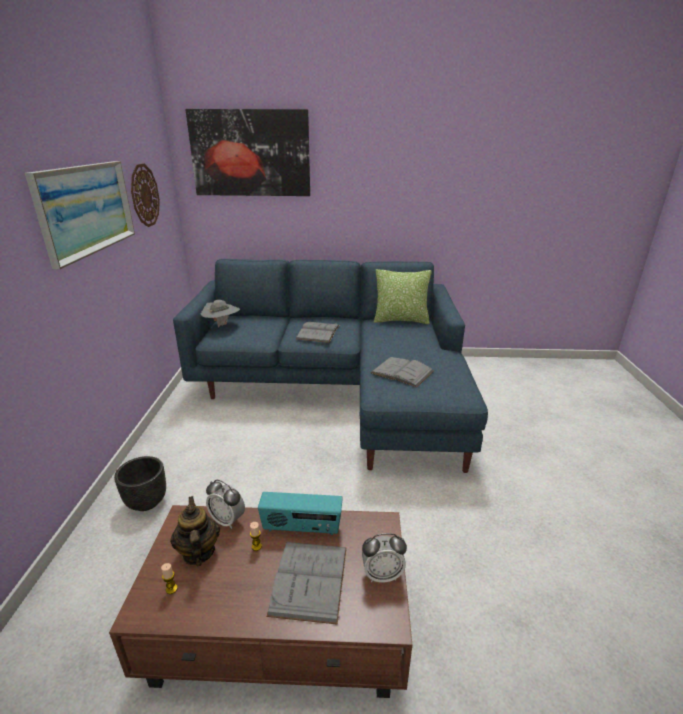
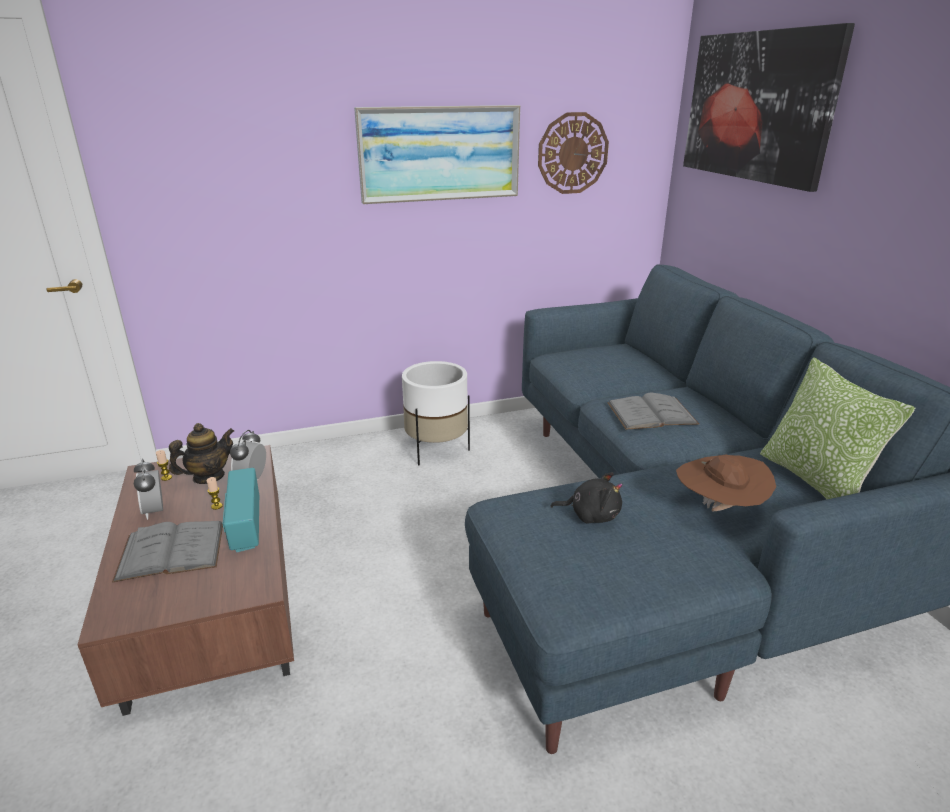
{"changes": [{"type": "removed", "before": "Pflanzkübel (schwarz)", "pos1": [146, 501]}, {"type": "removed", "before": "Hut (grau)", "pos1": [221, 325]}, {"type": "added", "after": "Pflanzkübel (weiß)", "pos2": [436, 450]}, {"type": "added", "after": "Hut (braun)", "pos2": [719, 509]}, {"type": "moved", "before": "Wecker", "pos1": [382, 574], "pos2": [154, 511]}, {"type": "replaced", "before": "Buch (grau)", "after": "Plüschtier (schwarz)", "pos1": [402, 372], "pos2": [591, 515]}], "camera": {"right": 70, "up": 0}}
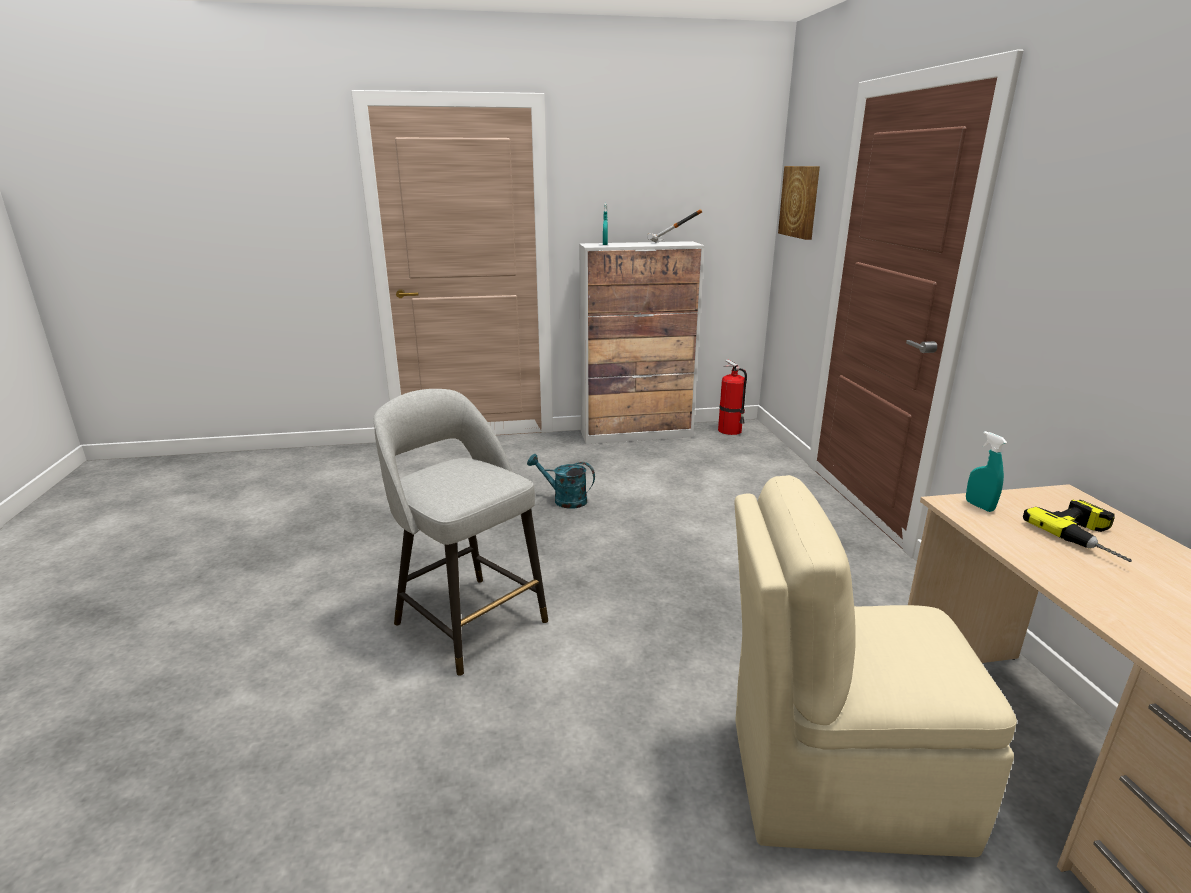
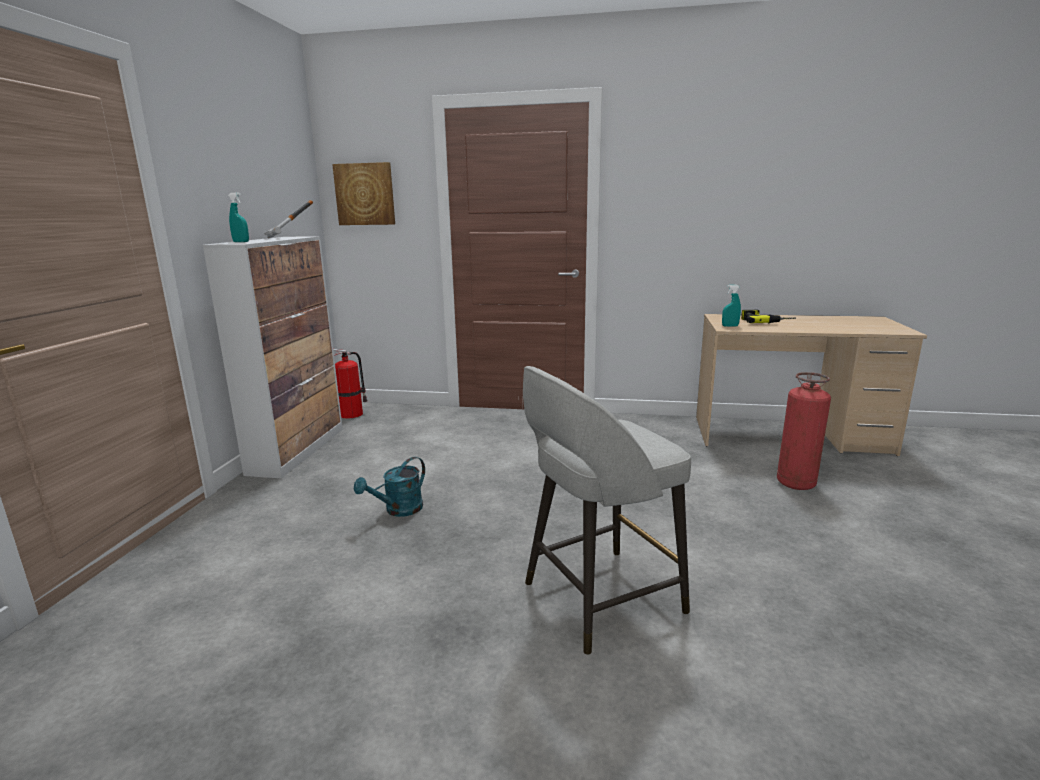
{"changes": [{"type": "replaced", "before": "Stuhl (beige)", "after": "Feuerlöscher", "pos1": [836, 780], "pos2": [796, 483]}], "camera": {"right": -70, "up": -5}}
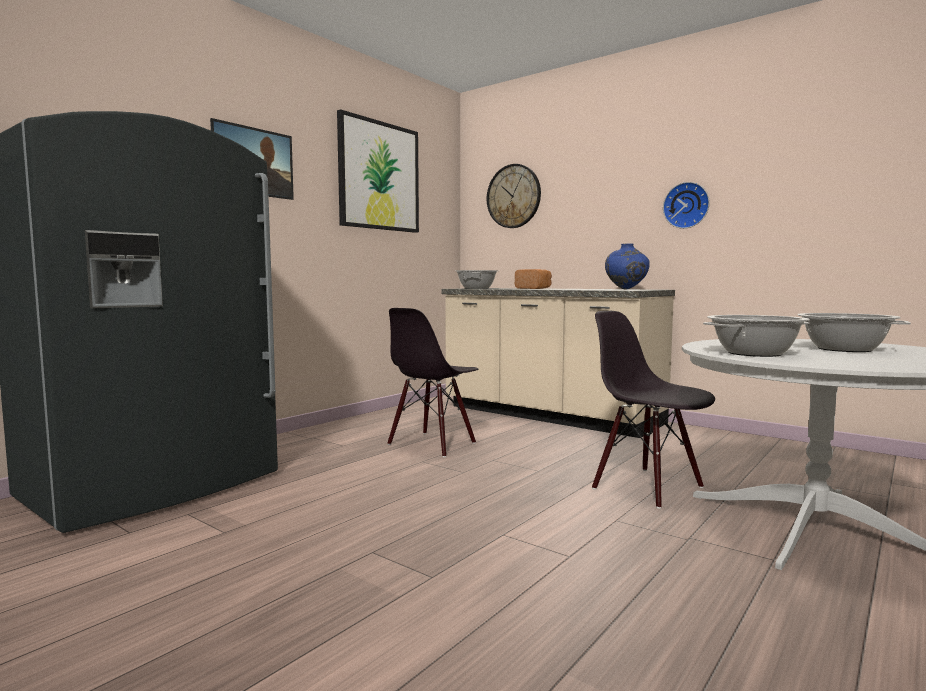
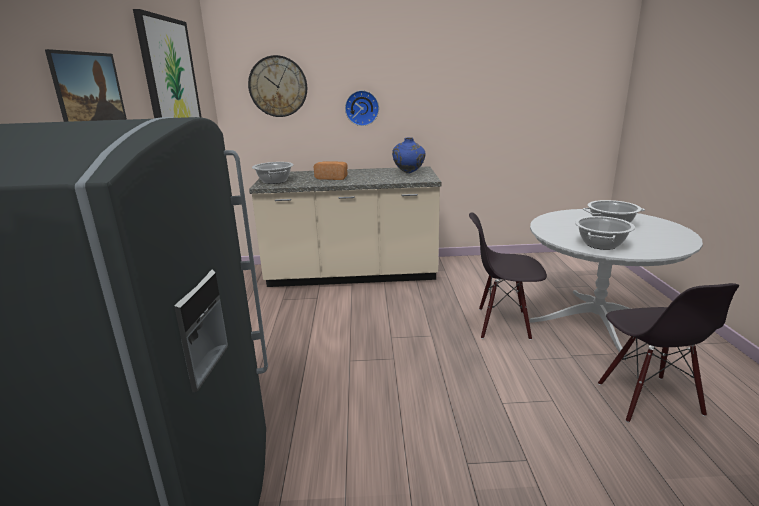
{"changes": [{"type": "moved", "before": "Stuhl (schwarz)", "pos1": [432, 444], "pos2": [647, 399]}, {"type": "moved", "before": "Wanduhr", "pos1": [686, 205], "pos2": [362, 108]}], "camera": {"right": -40, "up": 15}}
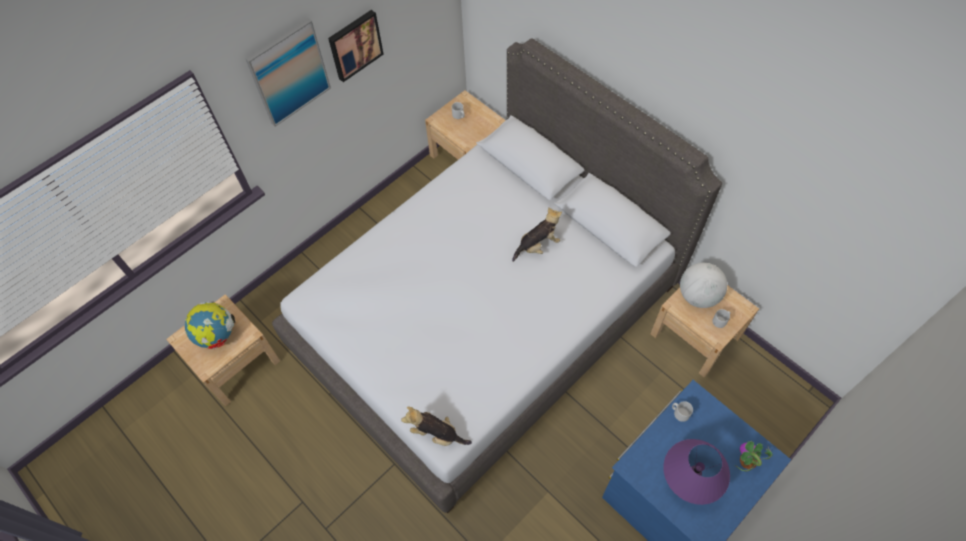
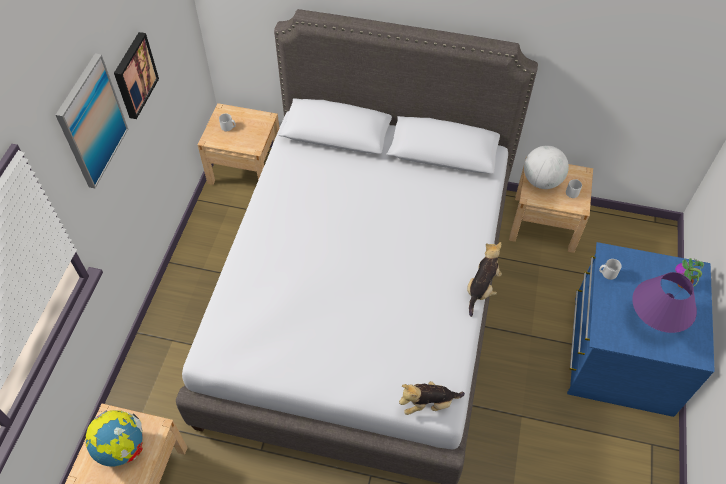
{"changes": [{"type": "moved", "before": "Plüschtier", "pos1": [538, 245], "pos2": [481, 288]}], "camera": {"right": -35, "up": -5}}
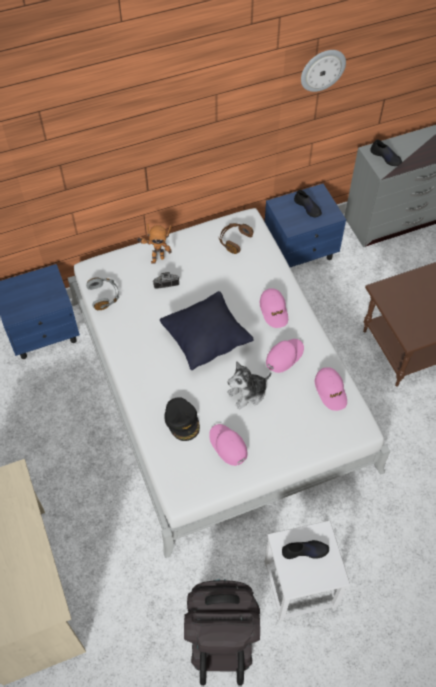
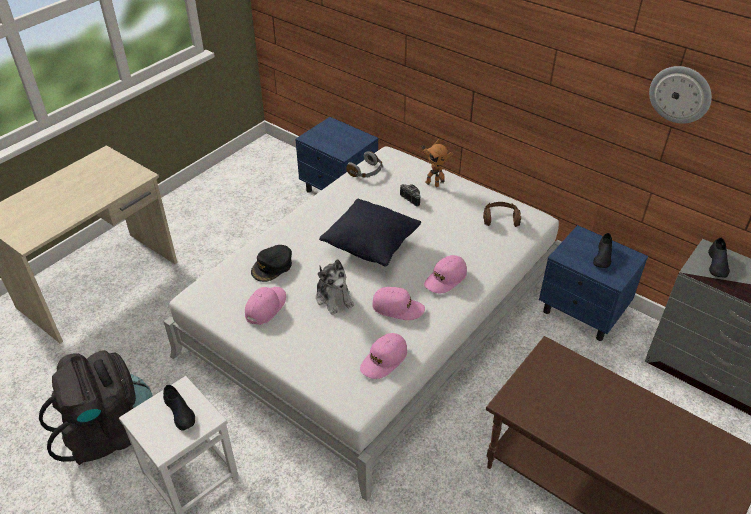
{"changes": [{"type": "turned", "before": "Plüschtier", "pos1": [248, 393], "pos2": [334, 298], "turn": -150}], "camera": {"right": 60, "up": -15}}
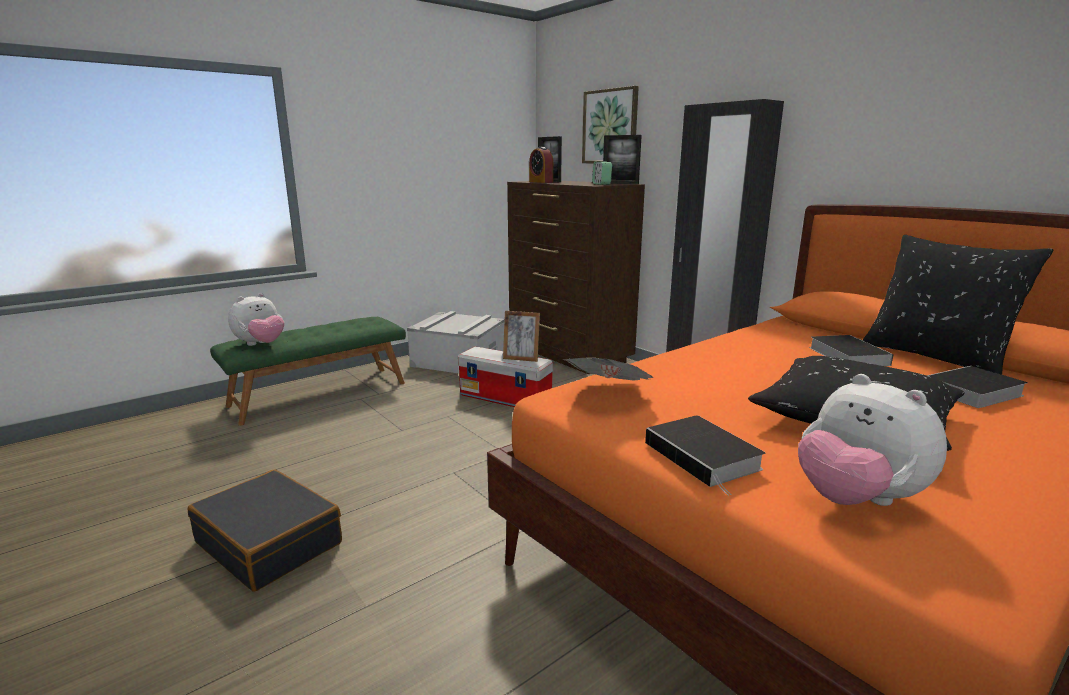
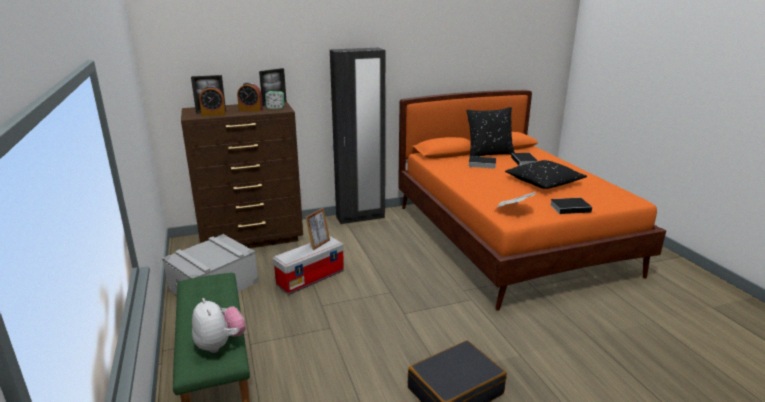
{"changes": [{"type": "removed", "before": "Bild", "pos1": [610, 127]}, {"type": "removed", "before": "Plüschtier", "pos1": [856, 499]}, {"type": "added", "after": "Wecker", "pos2": [251, 110]}], "camera": {"right": -70, "up": 5}}
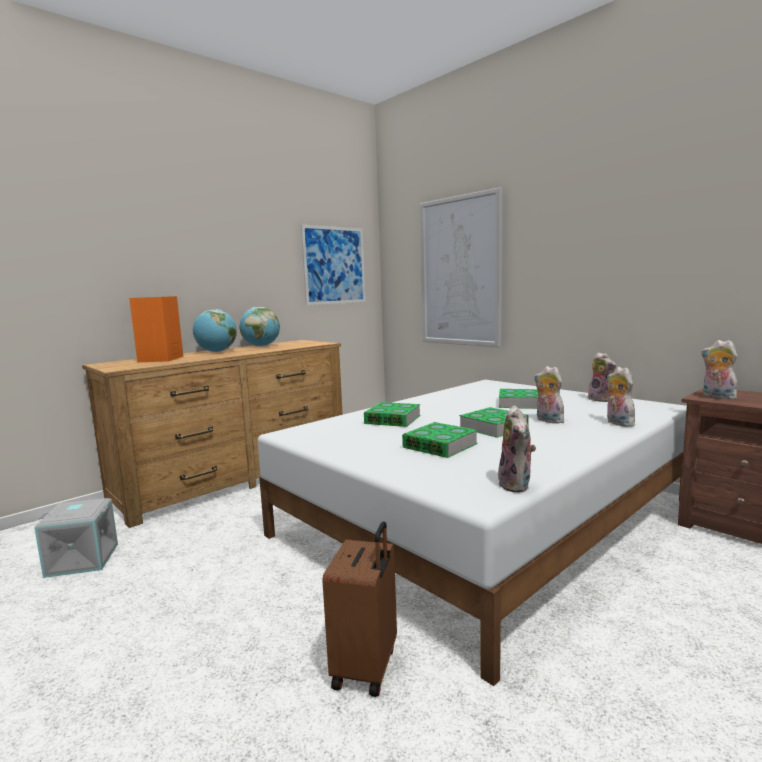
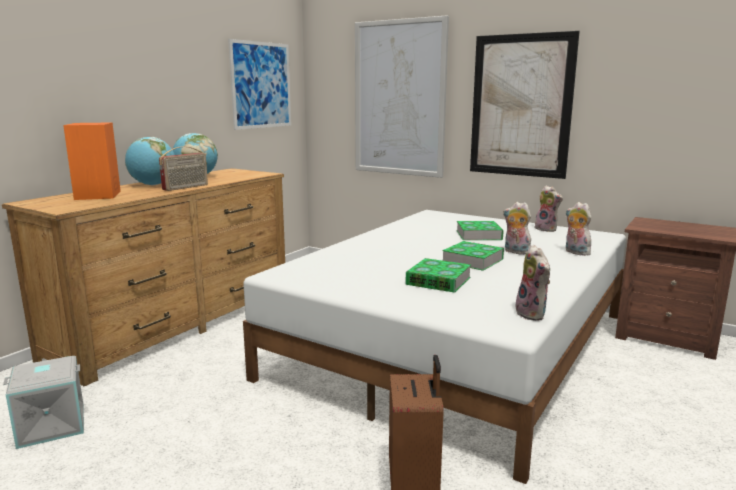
{"changes": [{"type": "removed", "before": "Buch", "pos1": [393, 419]}, {"type": "removed", "before": "Plüschtier", "pos1": [716, 397]}, {"type": "added", "after": "Radio", "pos2": [186, 187]}, {"type": "added", "after": "Bild", "pos2": [520, 106]}], "camera": {"right": -15, "up": 5}}
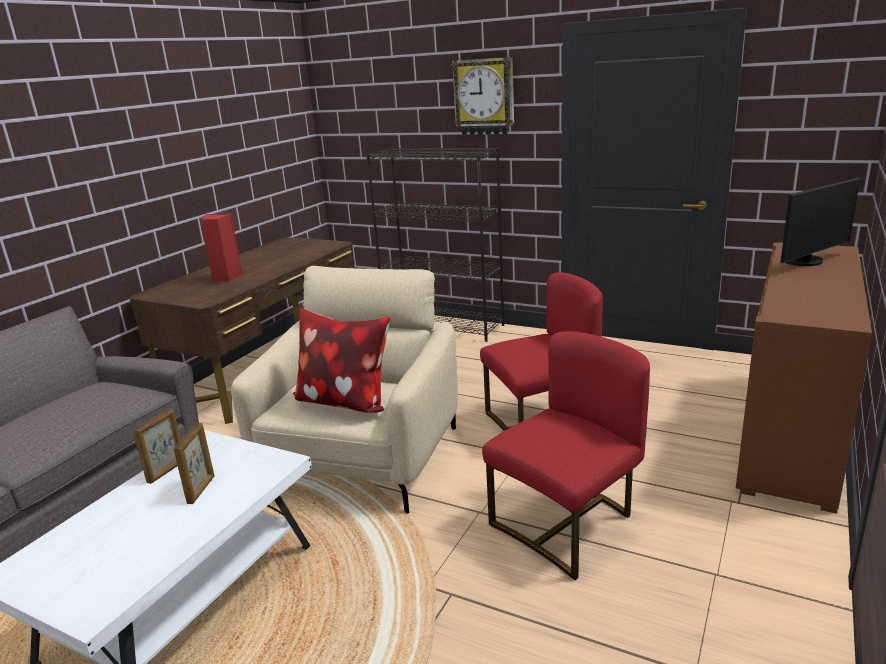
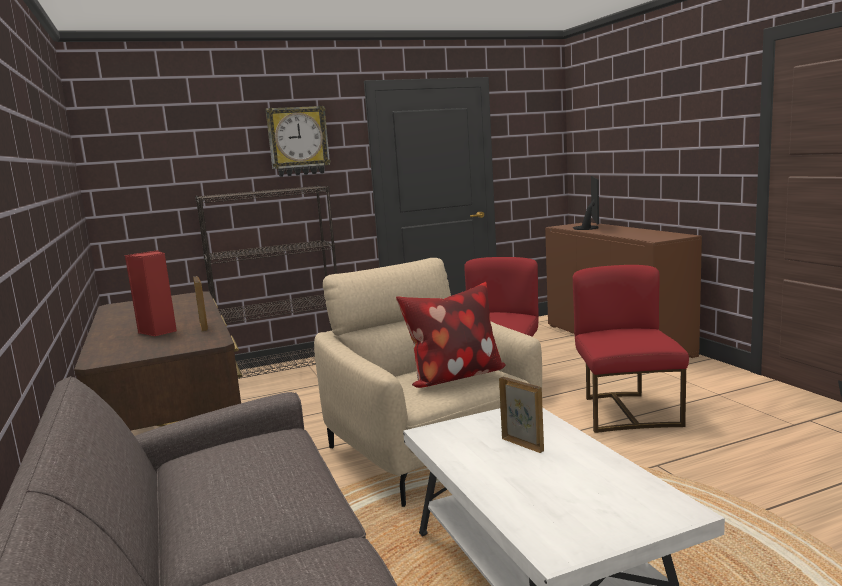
{"changes": [{"type": "moved", "before": "Bilderrahmen", "pos1": [167, 471], "pos2": [203, 326]}], "camera": {"right": -50, "up": -10}}
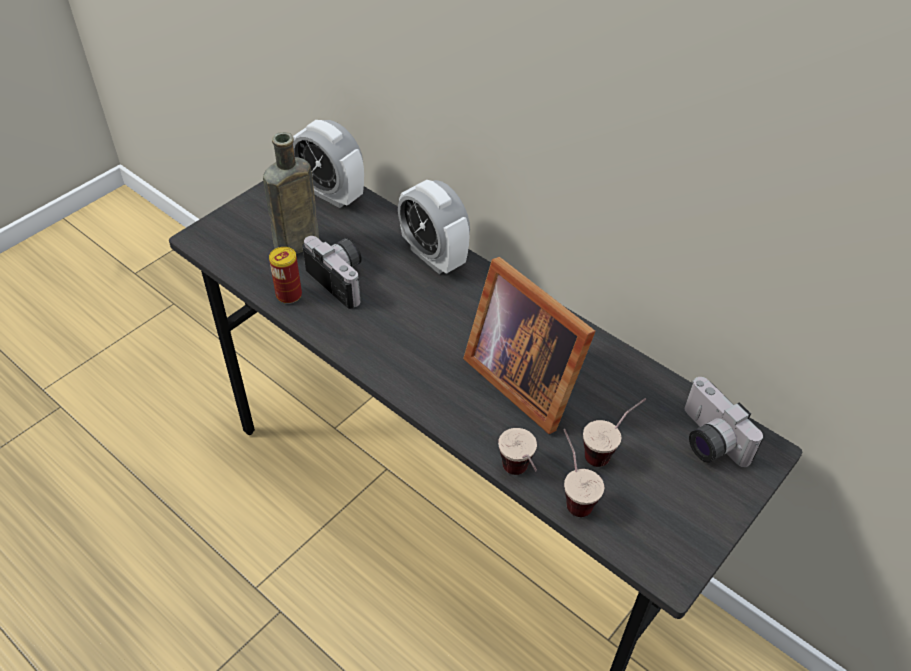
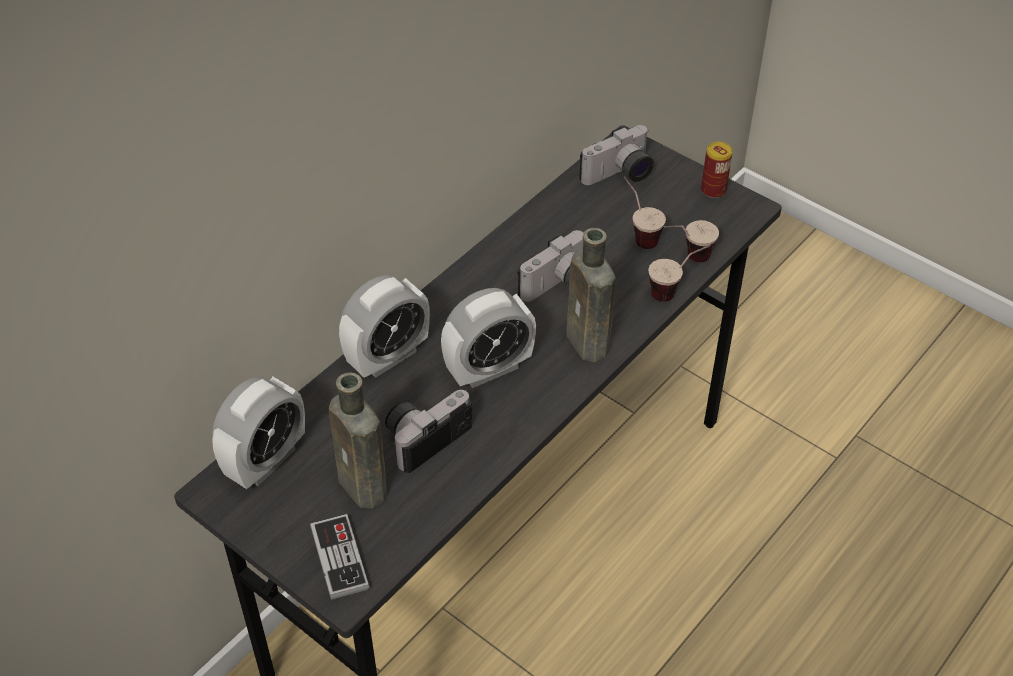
{"changes": [{"type": "added", "after": "Gamepad", "pos2": [339, 558]}, {"type": "added", "after": "Wecker", "pos2": [489, 369]}, {"type": "added", "after": "Flasche (braun)", "pos2": [589, 345]}, {"type": "moved", "before": "Dose", "pos1": [289, 295], "pos2": [713, 190]}, {"type": "replaced", "before": "Bilderrahmen", "after": "Kamera", "pos1": [523, 377], "pos2": [560, 286]}], "camera": {"right": -90, "up": 0}}
